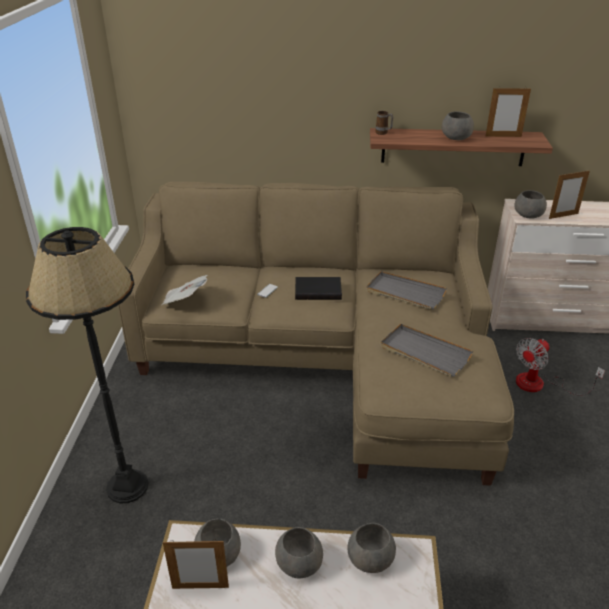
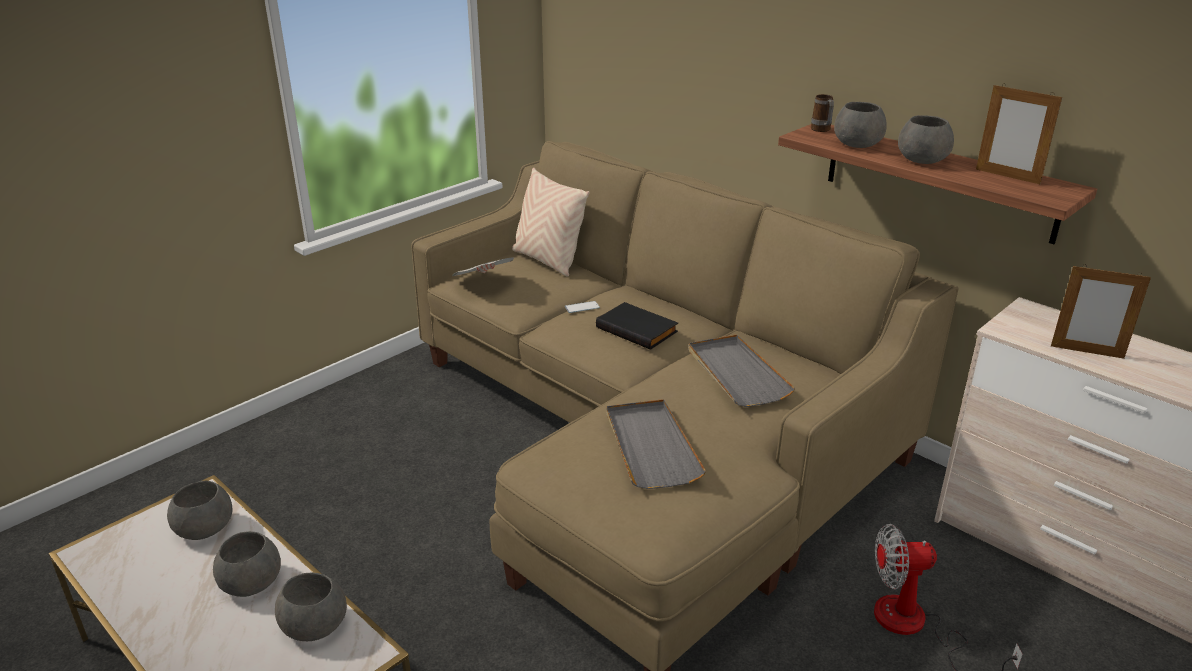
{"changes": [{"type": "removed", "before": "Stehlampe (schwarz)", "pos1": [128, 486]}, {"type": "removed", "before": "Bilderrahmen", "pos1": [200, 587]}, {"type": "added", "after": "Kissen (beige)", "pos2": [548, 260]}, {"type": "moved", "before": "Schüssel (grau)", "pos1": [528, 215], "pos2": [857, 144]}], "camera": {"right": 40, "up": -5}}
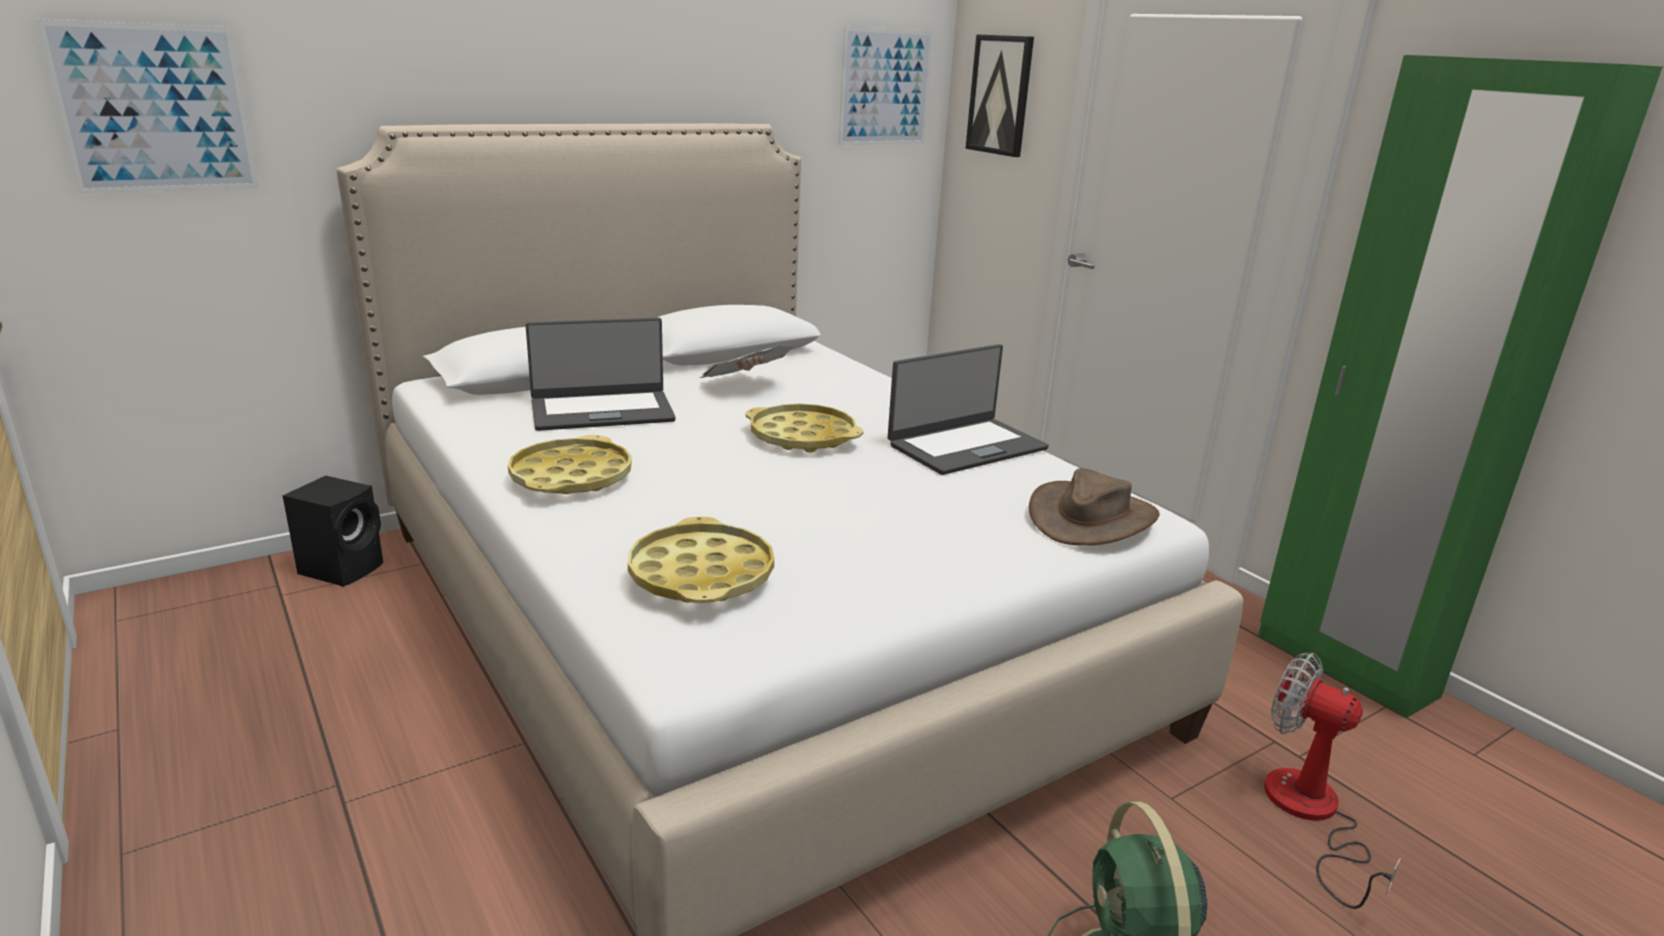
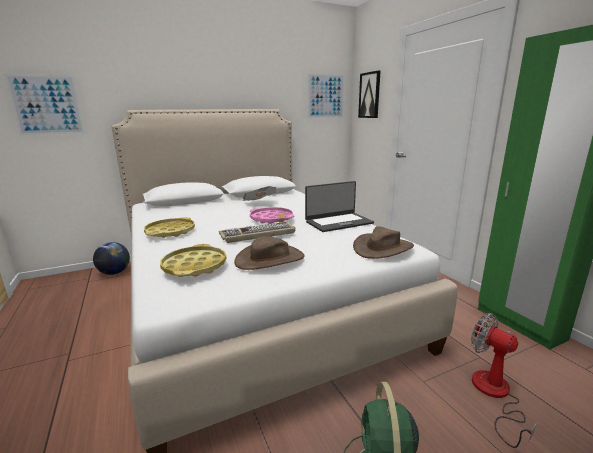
{"changes": [{"type": "removed", "before": "Laptop", "pos1": [602, 411]}, {"type": "added", "after": "Tastatur", "pos2": [257, 234]}, {"type": "added", "after": "Hut (braun)", "pos2": [270, 259]}, {"type": "replaced", "before": "Lautsprecher (schwarz)", "after": "Globus", "pos1": [344, 568], "pos2": [114, 273]}, {"type": "recoloured", "before": "Tablett (gelb)", "after": "Tablett (rosa)", "pos1": [802, 437], "pos2": [271, 219]}], "camera": {"right": 10, "up": -5}}
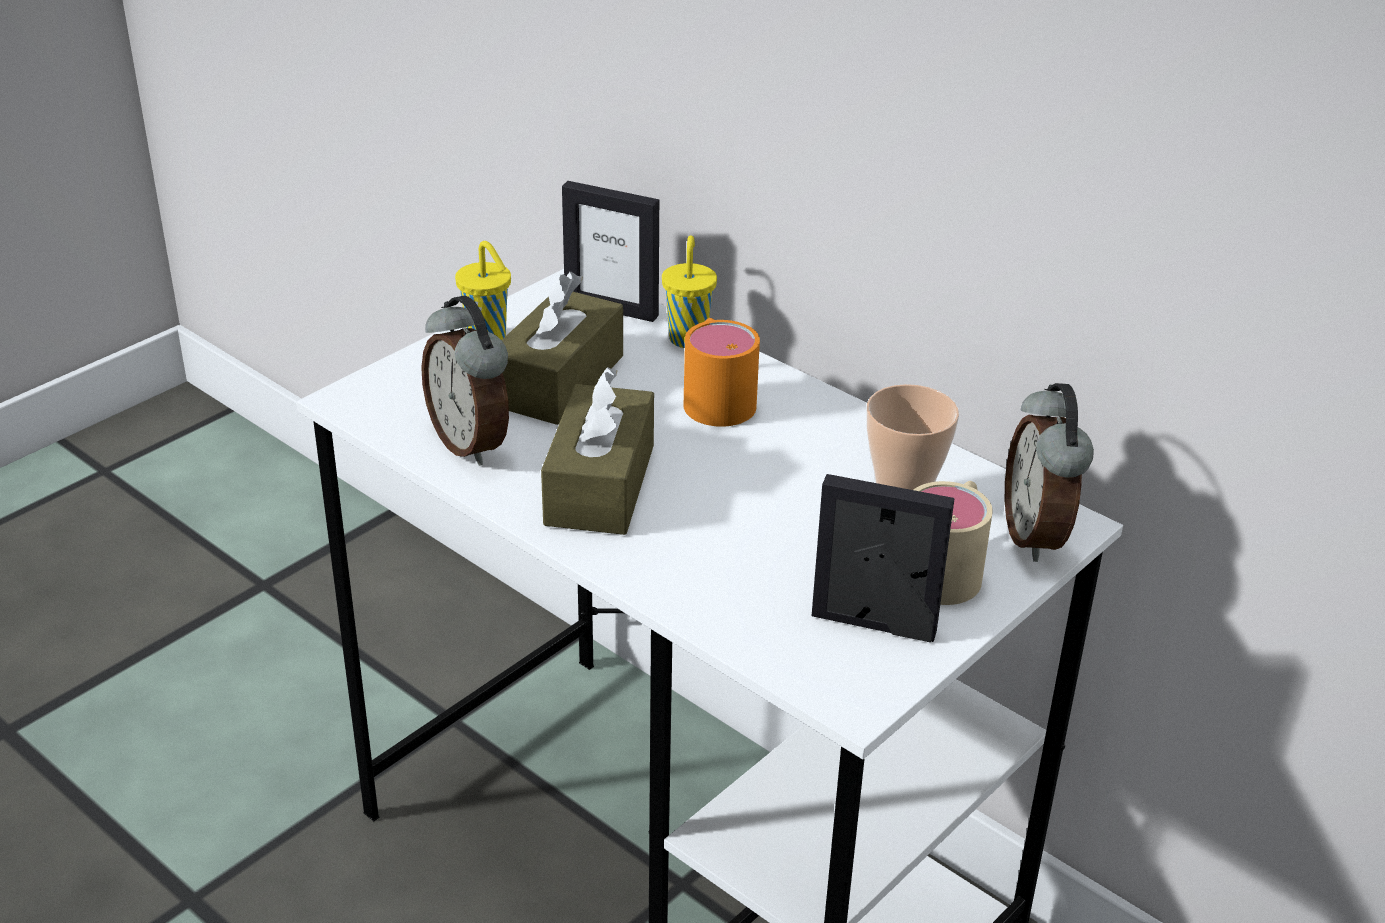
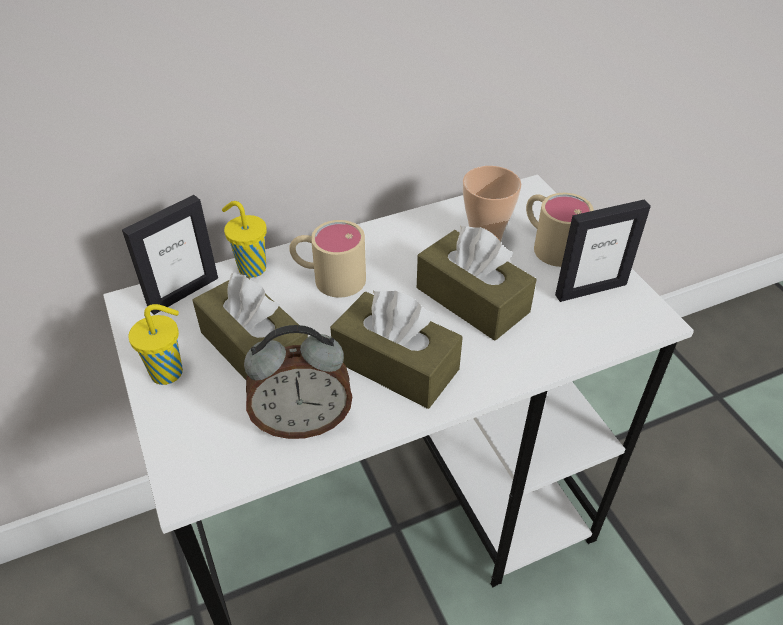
{"changes": [{"type": "removed", "before": "Wecker", "pos1": [1037, 535]}, {"type": "added", "after": "Taschentuchbox (braun)", "pos2": [472, 300]}, {"type": "recoloured", "before": "Henkelbecher (orange)", "after": "Henkelbecher (beige)", "pos1": [716, 396], "pos2": [328, 277]}, {"type": "turned", "before": "Bilderrahmen", "pos1": [873, 624], "pos2": [590, 289], "turn": -150}], "camera": {"right": -65, "up": 10}}
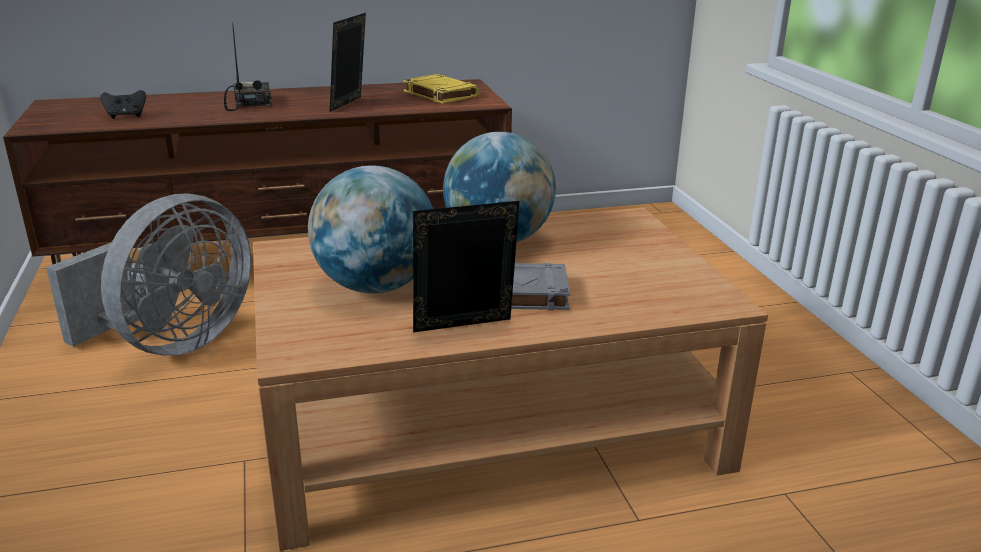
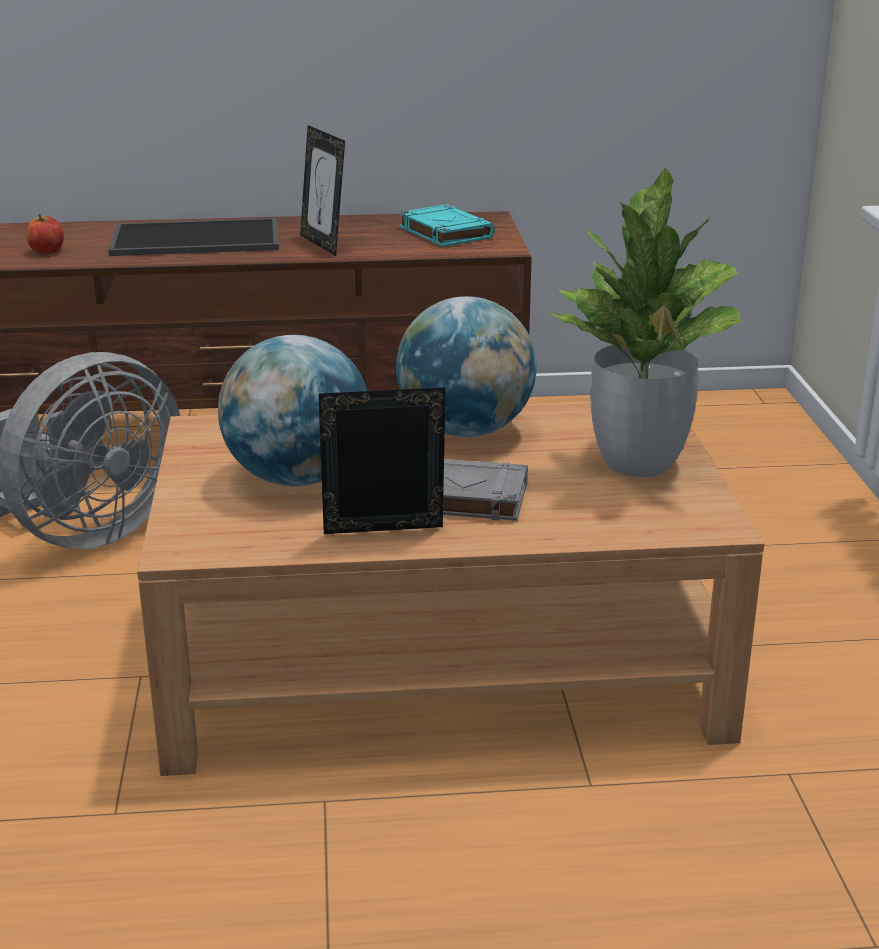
{"changes": [{"type": "added", "after": "Topfpflanze", "pos2": [638, 463]}, {"type": "replaced", "before": "Gamepad (schwarz)", "after": "Apfel", "pos1": [126, 116], "pos2": [47, 251]}, {"type": "replaced", "before": "Radio", "after": "Tablett", "pos1": [248, 103], "pos2": [198, 238]}, {"type": "recoloured", "before": "Buch (gelb)", "after": "Buch (türkis)", "pos1": [439, 94], "pos2": [444, 232]}, {"type": "turned", "before": "Bilderrahmen", "pos1": [350, 104], "pos2": [323, 244], "turn": -60}], "camera": {"right": 10, "up": 0}}
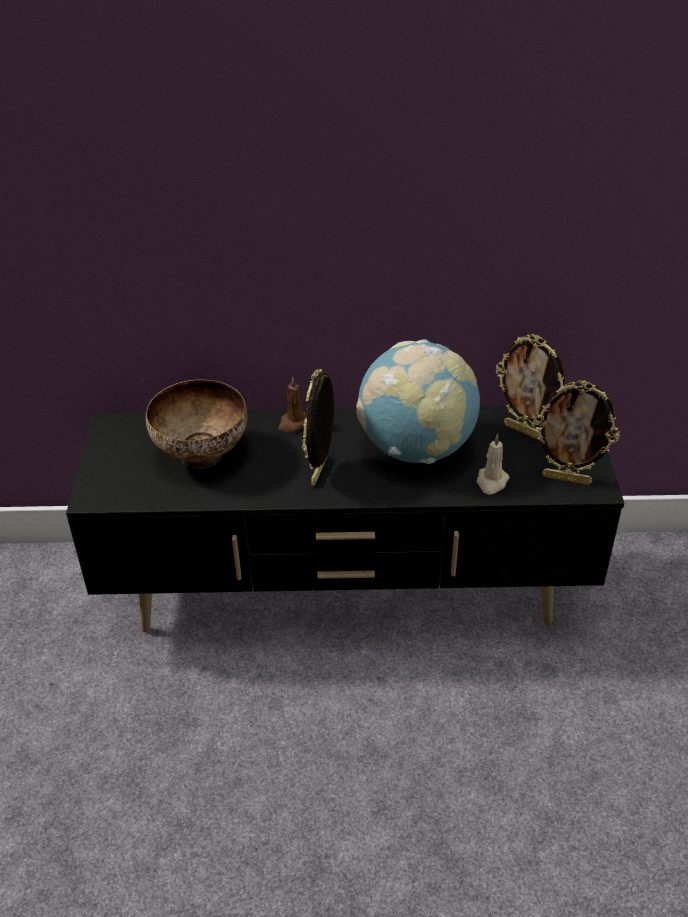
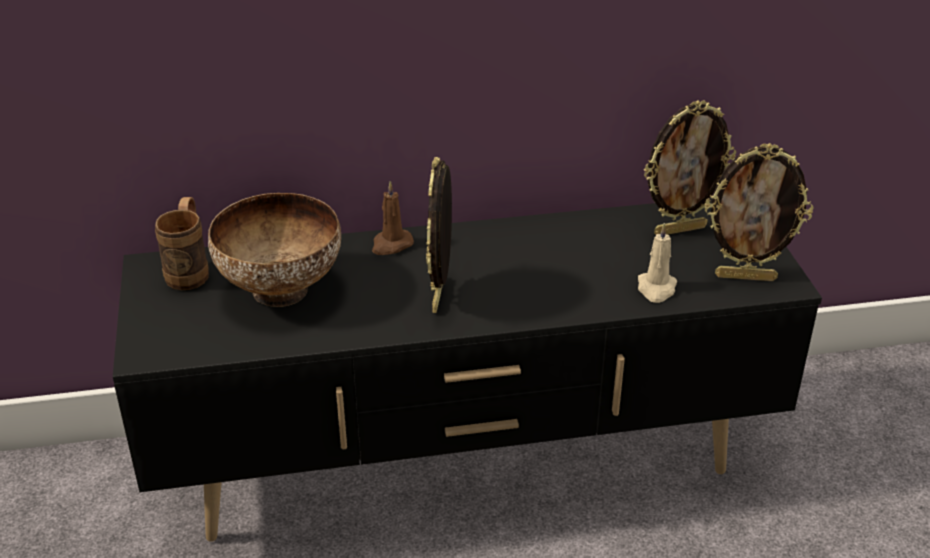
{"changes": [{"type": "removed", "before": "Globus", "pos1": [416, 449]}, {"type": "added", "after": "Henkelbecher (braun)", "pos2": [190, 270]}, {"type": "turned", "before": "Bilderrahmen", "pos1": [525, 431], "pos2": [679, 229], "turn": -45}], "camera": {"right": -10, "up": -5}}
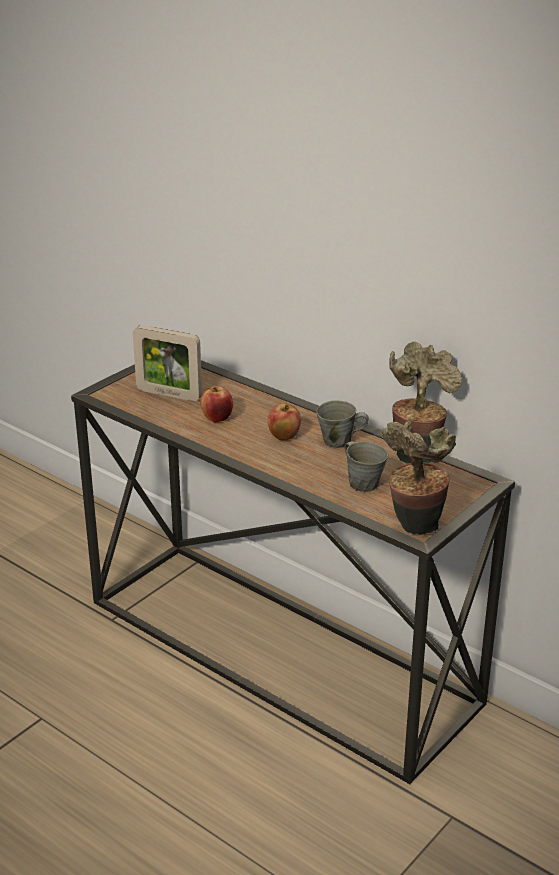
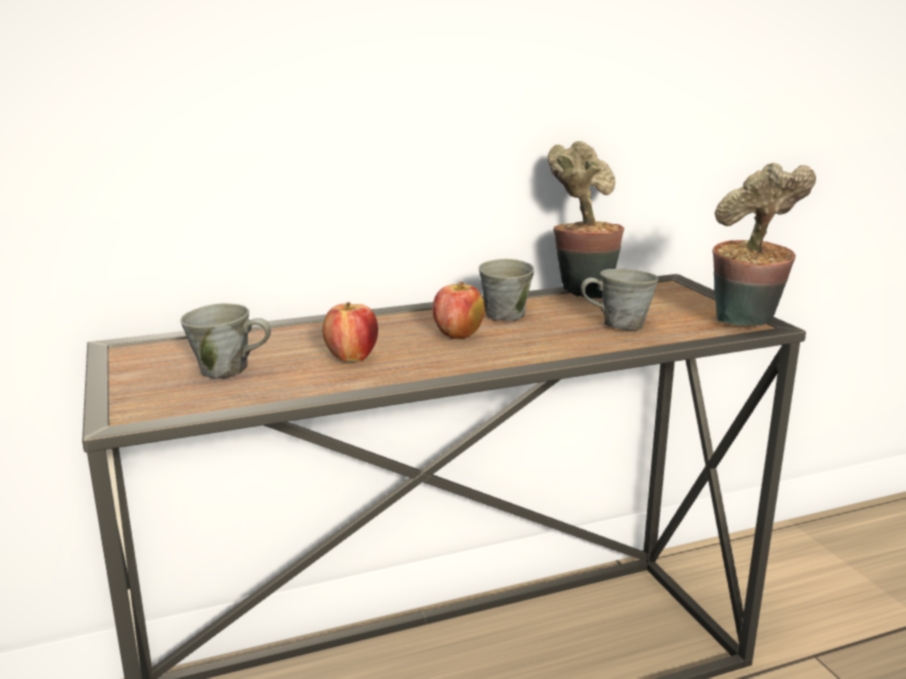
{"changes": [{"type": "replaced", "before": "Bilderrahmen", "after": "Henkelbecher (grau)", "pos1": [169, 394], "pos2": [227, 370]}], "camera": {"right": -60, "up": -10}}
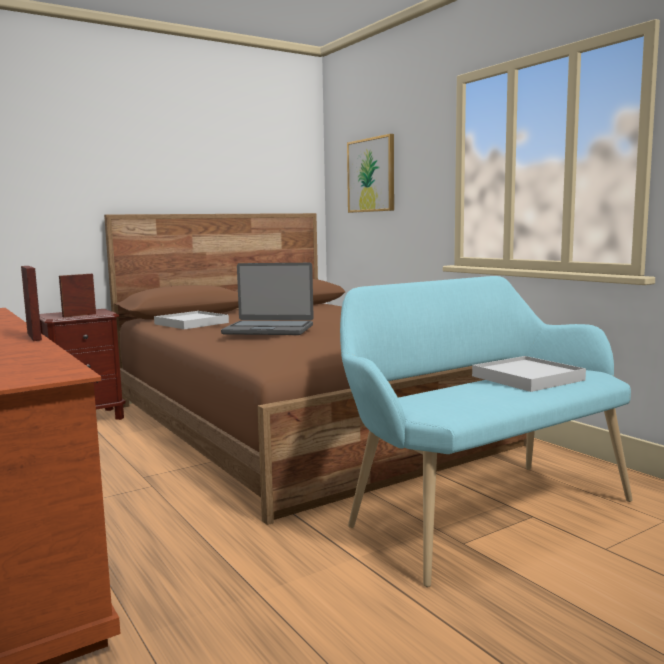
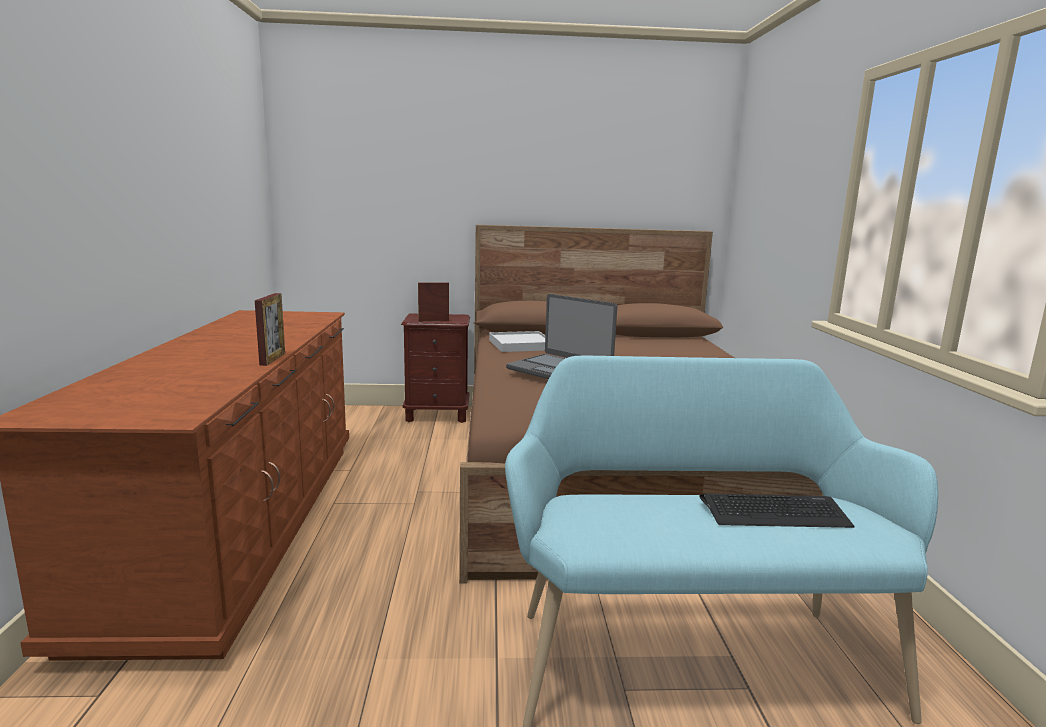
{"changes": [{"type": "removed", "before": "Bild", "pos1": [371, 175]}, {"type": "replaced", "before": "Tablett (weiß)", "after": "Tastatur", "pos1": [527, 378], "pos2": [774, 512]}], "camera": {"right": 30, "up": 5}}
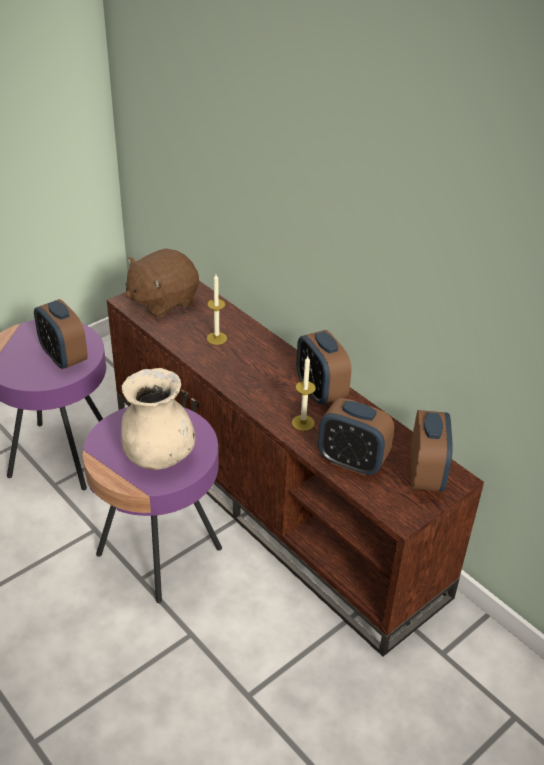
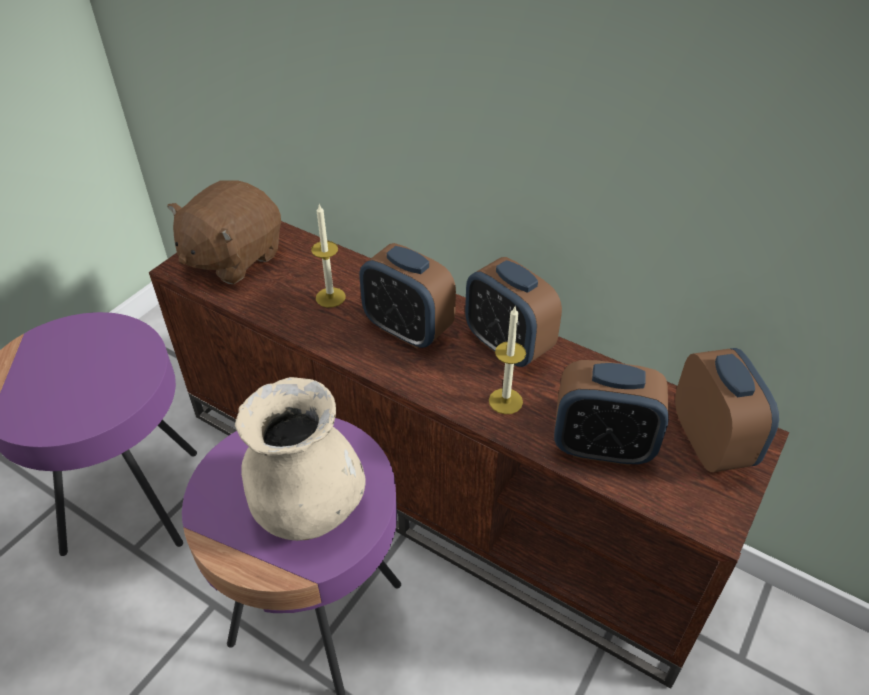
{"changes": [{"type": "moved", "before": "Wecker", "pos1": [64, 357], "pos2": [408, 329]}], "camera": {"right": -15, "up": 5}}
